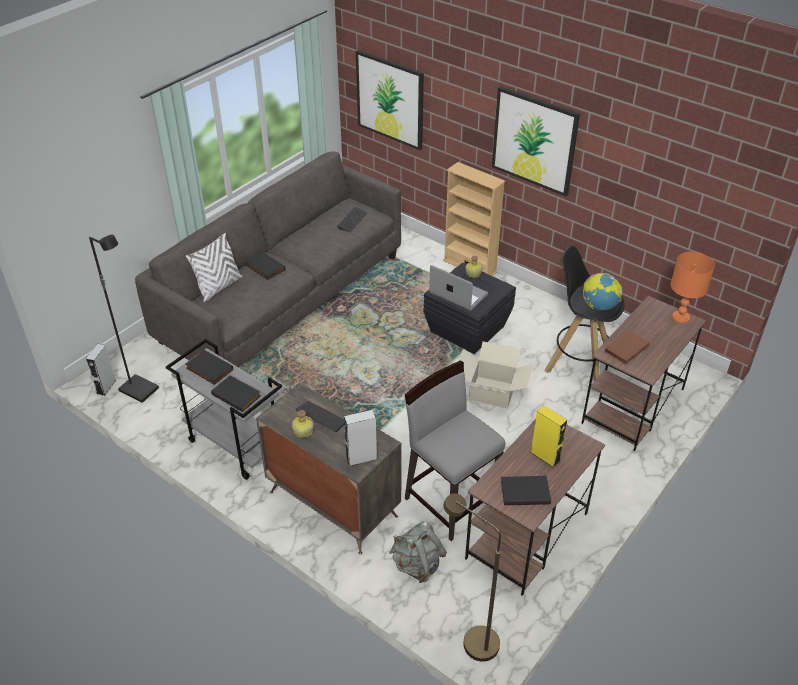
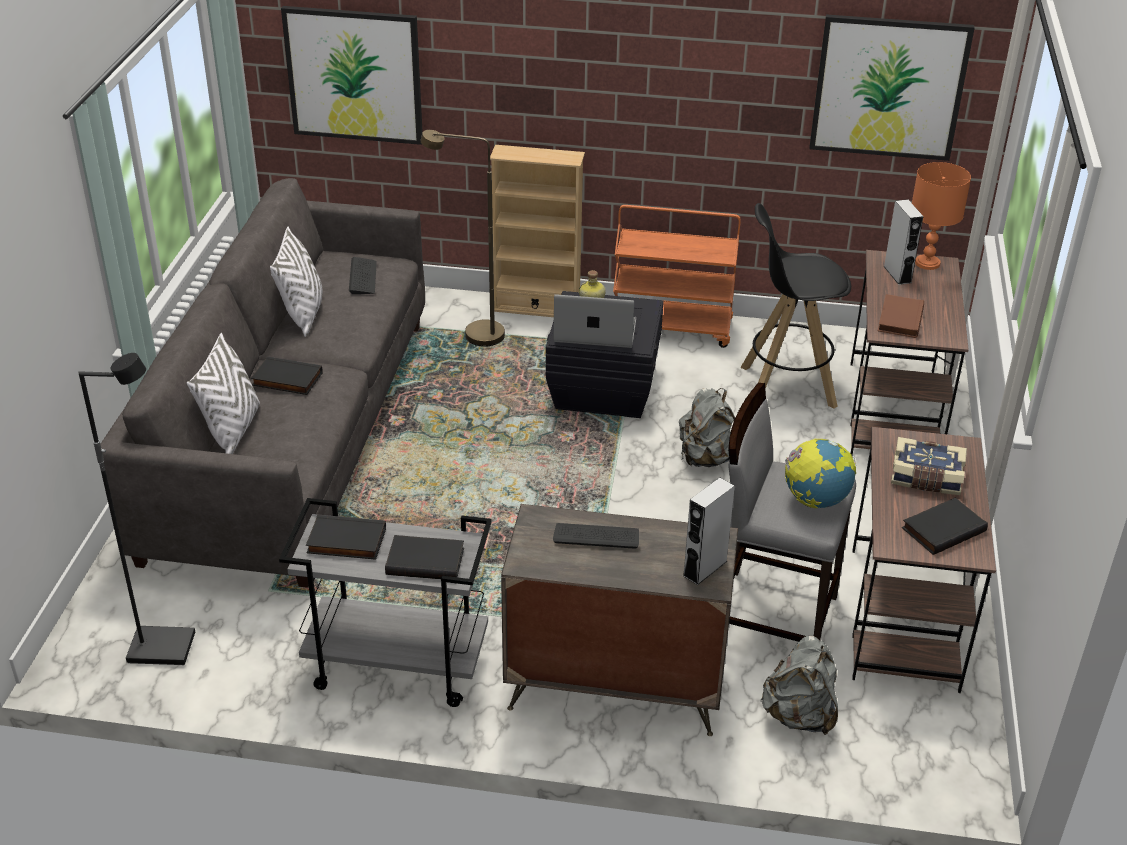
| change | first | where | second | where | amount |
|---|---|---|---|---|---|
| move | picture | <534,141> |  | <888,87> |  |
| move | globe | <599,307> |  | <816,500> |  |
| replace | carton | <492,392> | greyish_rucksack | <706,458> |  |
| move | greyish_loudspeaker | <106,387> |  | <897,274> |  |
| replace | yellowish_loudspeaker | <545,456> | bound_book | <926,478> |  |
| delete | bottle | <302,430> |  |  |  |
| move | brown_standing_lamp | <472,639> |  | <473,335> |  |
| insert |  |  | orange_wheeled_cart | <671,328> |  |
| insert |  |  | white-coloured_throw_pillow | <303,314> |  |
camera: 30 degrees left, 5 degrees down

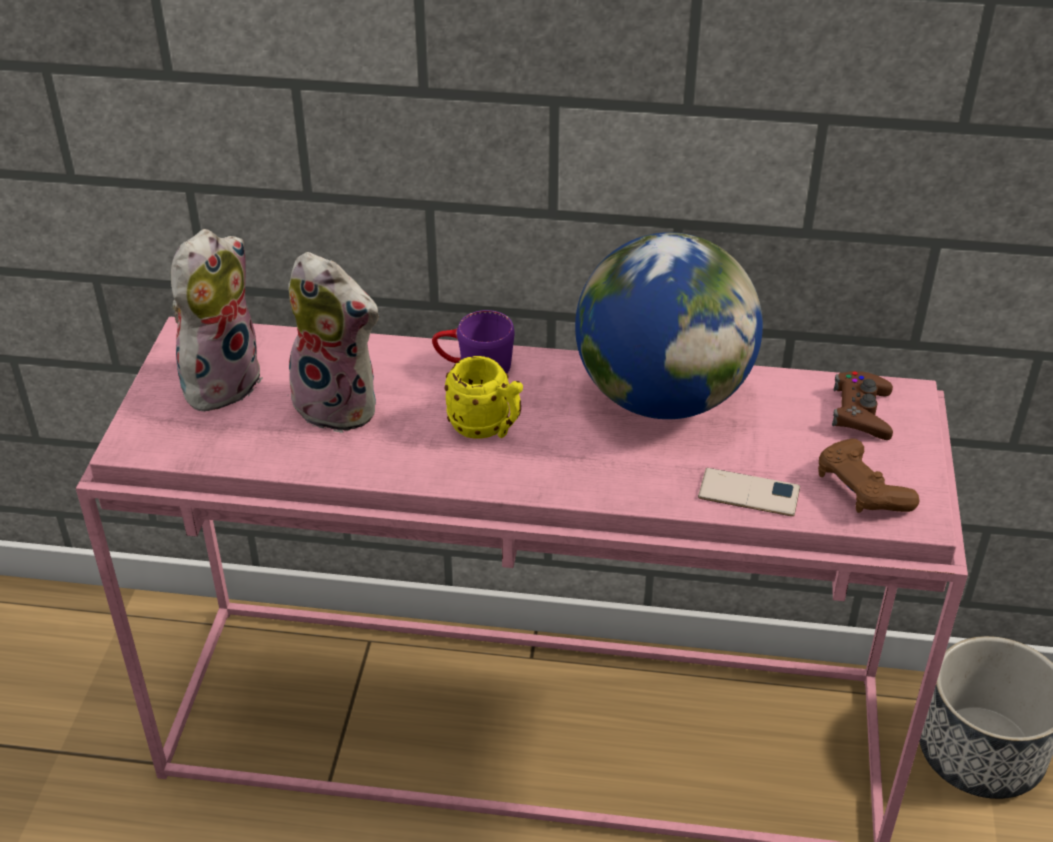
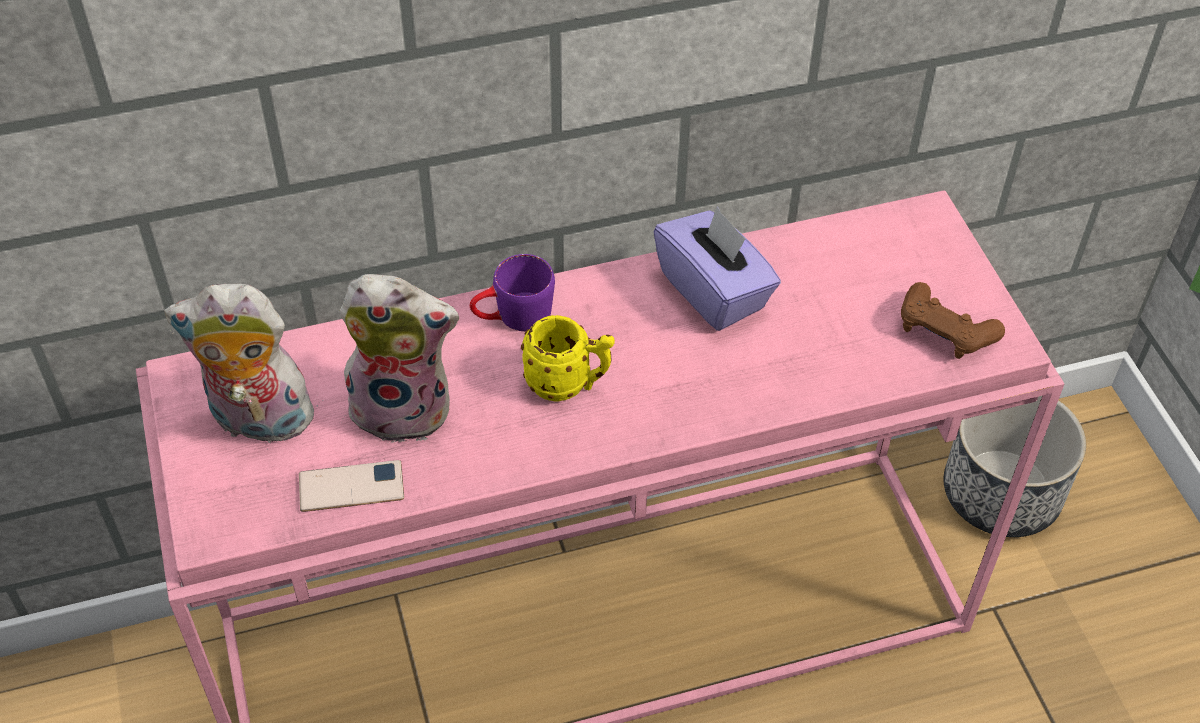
| change | first | where | second | where | amount |
|---|---|---|---|---|---|
| rotate | cuddly_toy | <220,381> |  | <257,421> | 90 degrees counterclockwise |
| replace | globe | <662,397> | purple-coloured_tissue_holder | <714,291> |  |
| delete | brown_game_controller | <861,412> |  |  |  |
| move | telephone | <749,493> |  | <351,487> |  |
camera: 25 degrees left, 10 degrees up

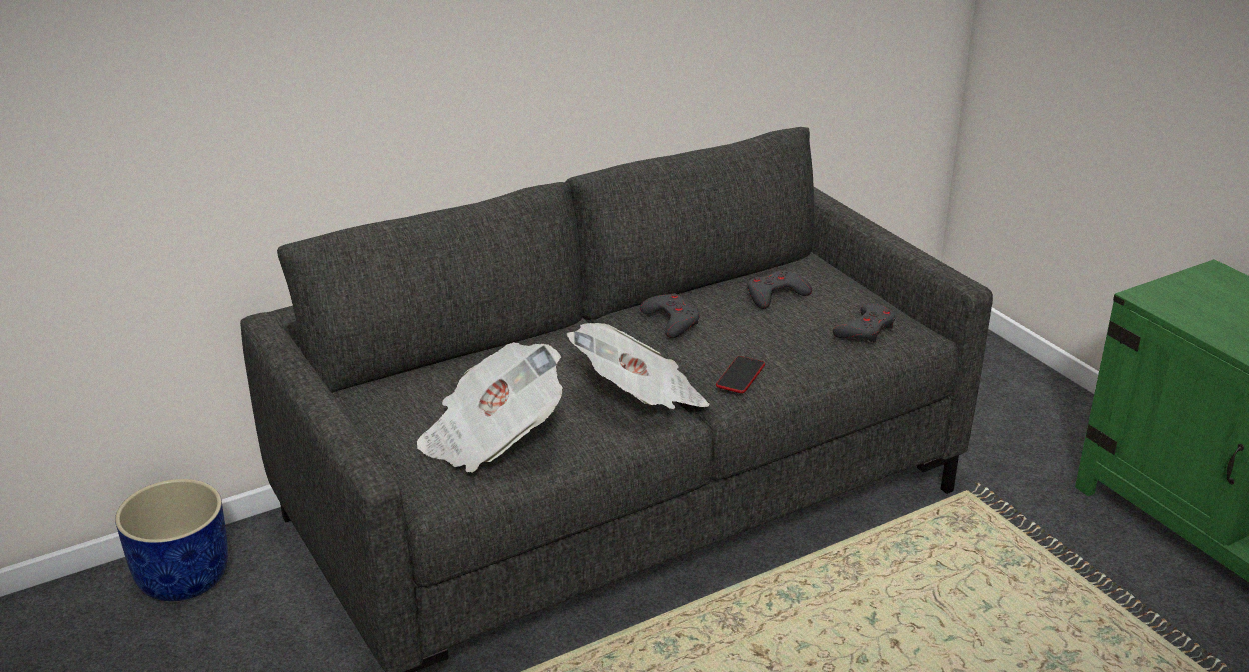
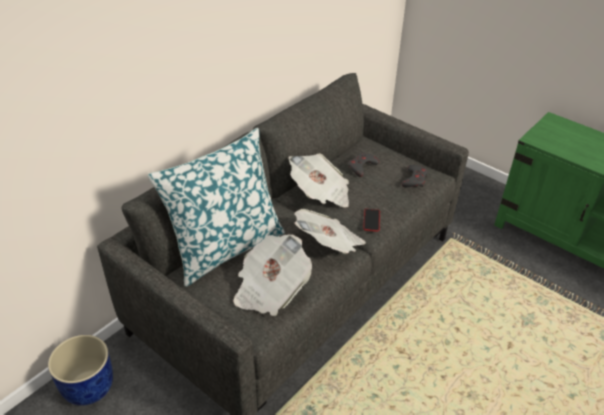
| change | first | where | second | where | amount |
|---|---|---|---|---|---|
| replace | greyish_game_controller | <671,321> | daily_paper | <320,193> |  |
| insert |  |  | throw_pillow | <225,247> |  |
camera: 20 degrees left, 10 degrees up

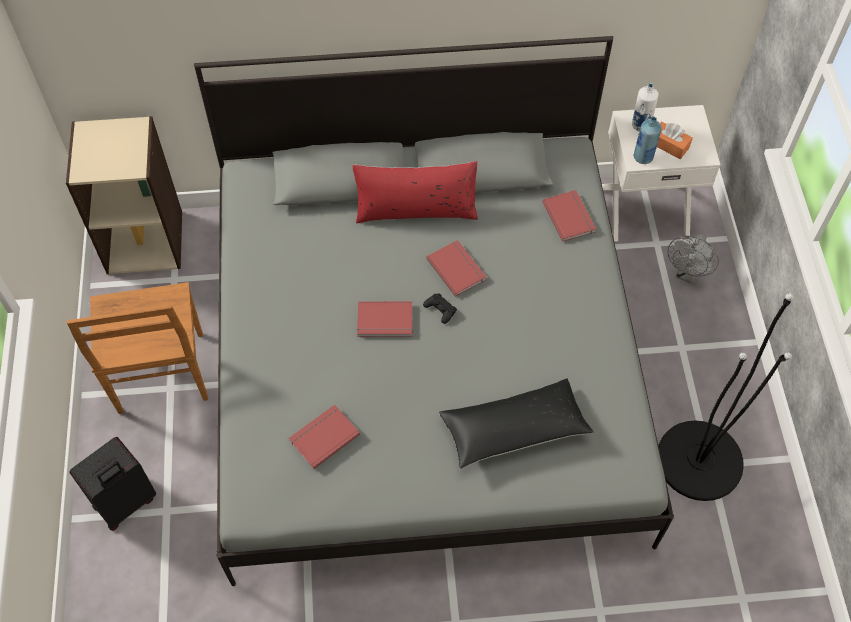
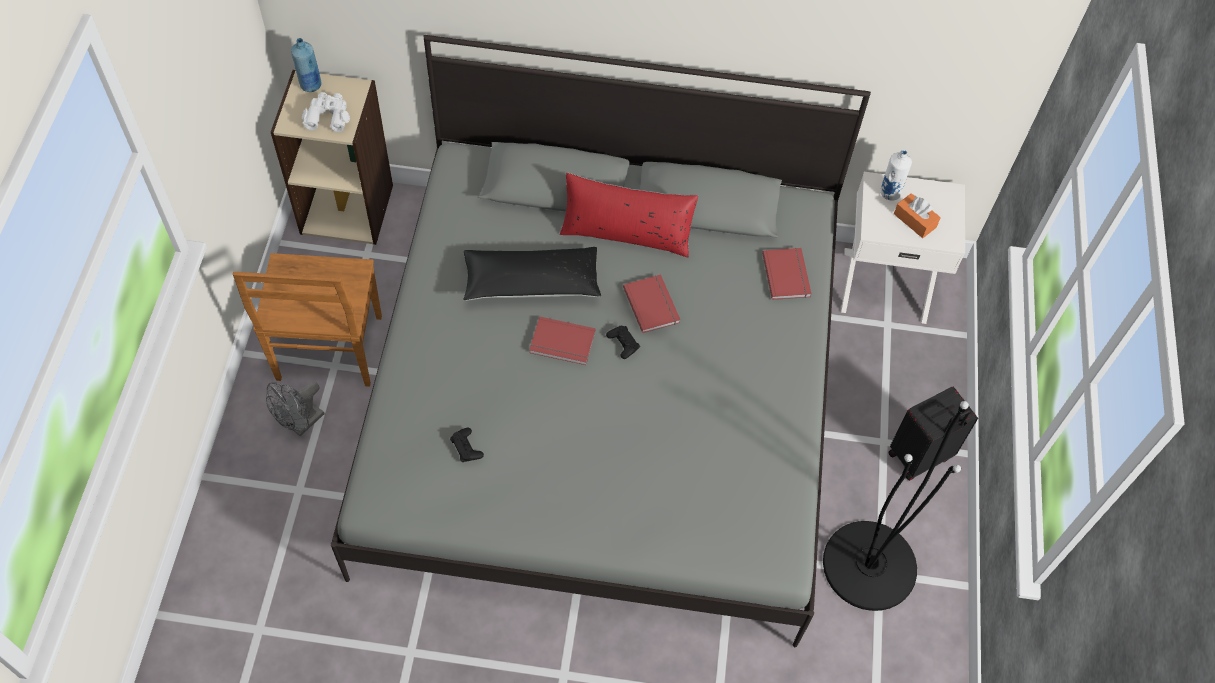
| change | first | where | second | where | amount |
|---|---|---|---|---|---|
| move | blue-coloured_bottle | <643,157> |  | <310,85> |  |
| move | greyish_cooling_fan | <687,274> |  | <301,424> |  |
| move | blackish_throw_pillow | <514,429> |  | <531,282> |  |
| replace | red-coloured_bound_book | <323,436> | blackish_game_controller | <466,447> |  |
| move | blackish_travel_case | <126,503> |  | <920,457> |  |
| insert |  |  | white-coloured_field_glasses | <327,115> |  |
camera: 10 degrees right, 0 degrees up

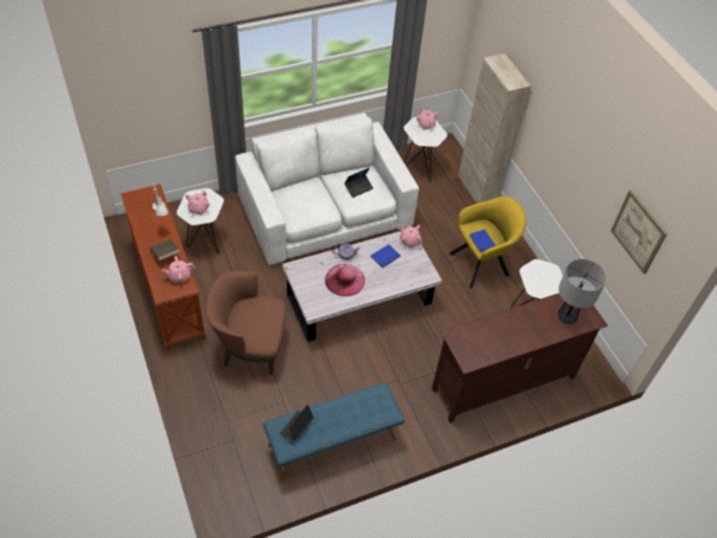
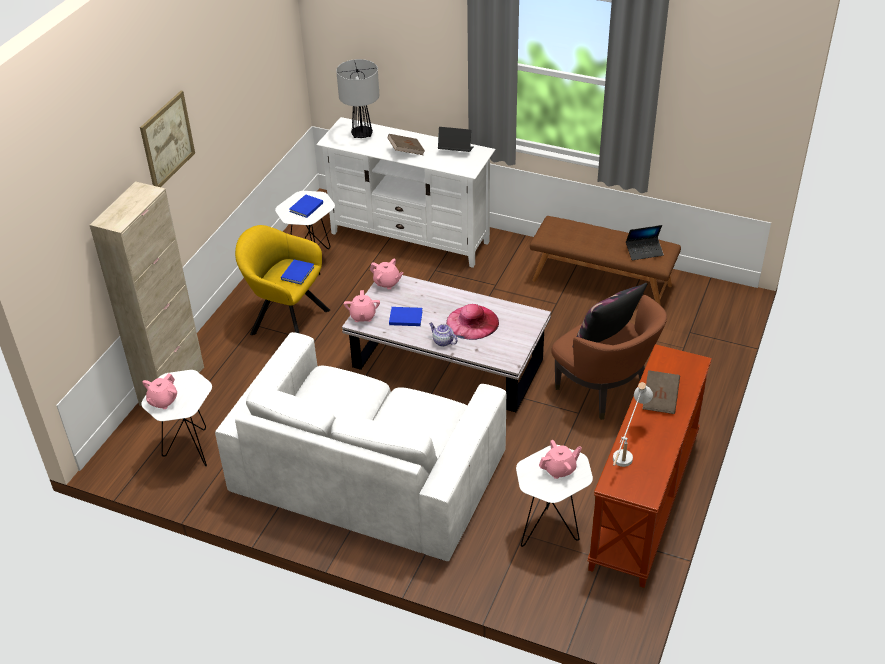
| change | first | where | second | where | amount |
|---|---|---|---|---|---|
| move | portable_computer | <358,188> |  | <455,151> |  |
| move | picture | <638,232> |  | <167,140> |  |
| move | pinkish_tea_pot | <179,276> |  | <387,283> |  |
| recolor | brown_tv_unit | <503,384> | white-coloured_tv_unit | <410,237> |  |
| recolor | blue-coloured_indoor_bench | <333,443> | brown_indoor_bench | <602,282> |  |
| insert |  |  | brown_bound_book | <406,151> |  |
| insert |  |  | blue-coloured_bound_book | <305,207> |  |
| insert |  |  | throw_pillow | <605,339> |  |
camera: 130 degrees left, 10 degrees down

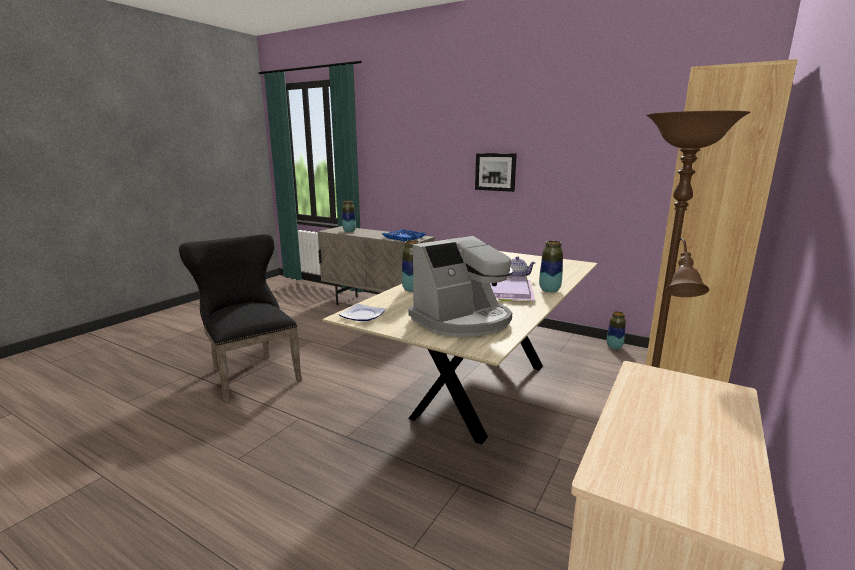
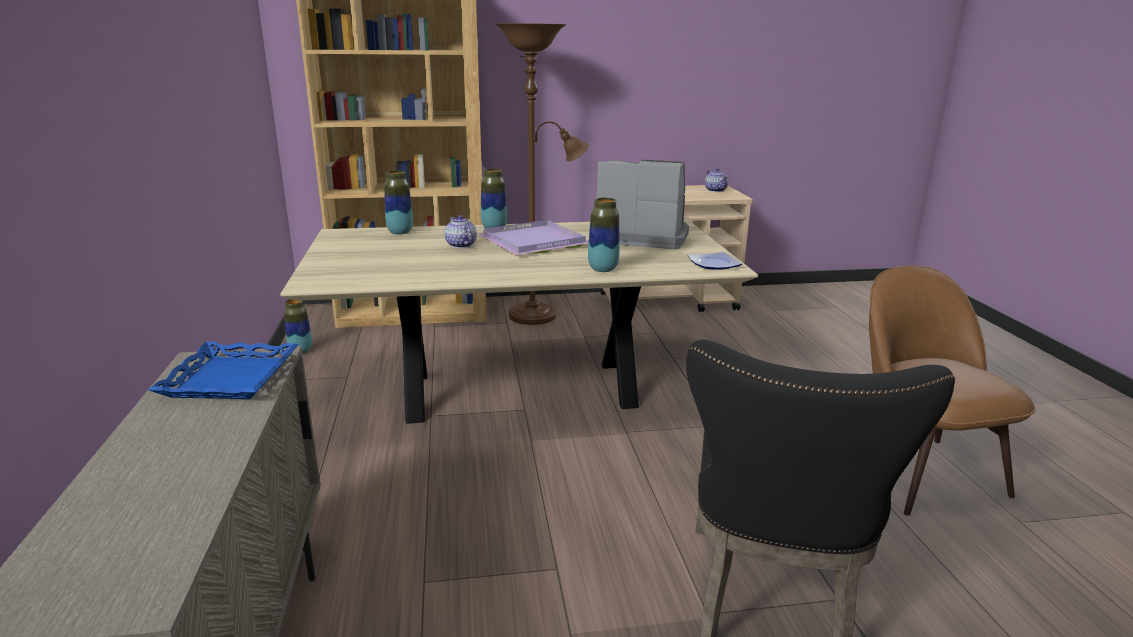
| change | first | where | second | where | amount |
|---|---|---|---|---|---|
| delete | picture | <495,172> |  |  |  |
| move | decorative_vase | <349,231> |  | <400,232> |  |
| insert |  |  | tea_pot | <715,190> |  |
| insert |  |  | brown_upright_chair | <918,470> |  |
camera: 130 degrees left, 5 degrees up

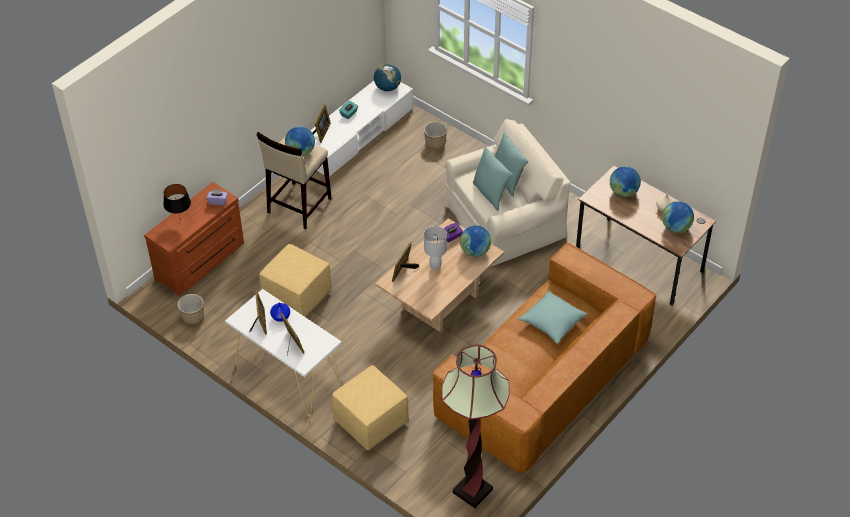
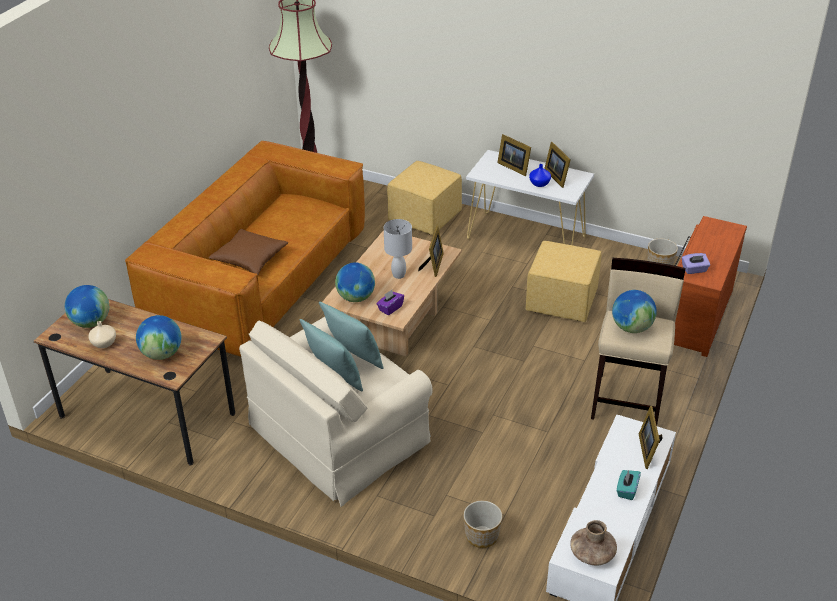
| change | first | where | second | where | amount |
|---|---|---|---|---|---|
| replace | globe | <387,87> | brown_decorative_vase | <592,554> |  |
| delete | blackish_lamp_for_a_table | <180,220> |  |  |  |
| recolor | blue-green_throw_pillow | <552,322> | brown_throw_pillow | <249,259> |  |
camera: 165 degrees right, 10 degrees down

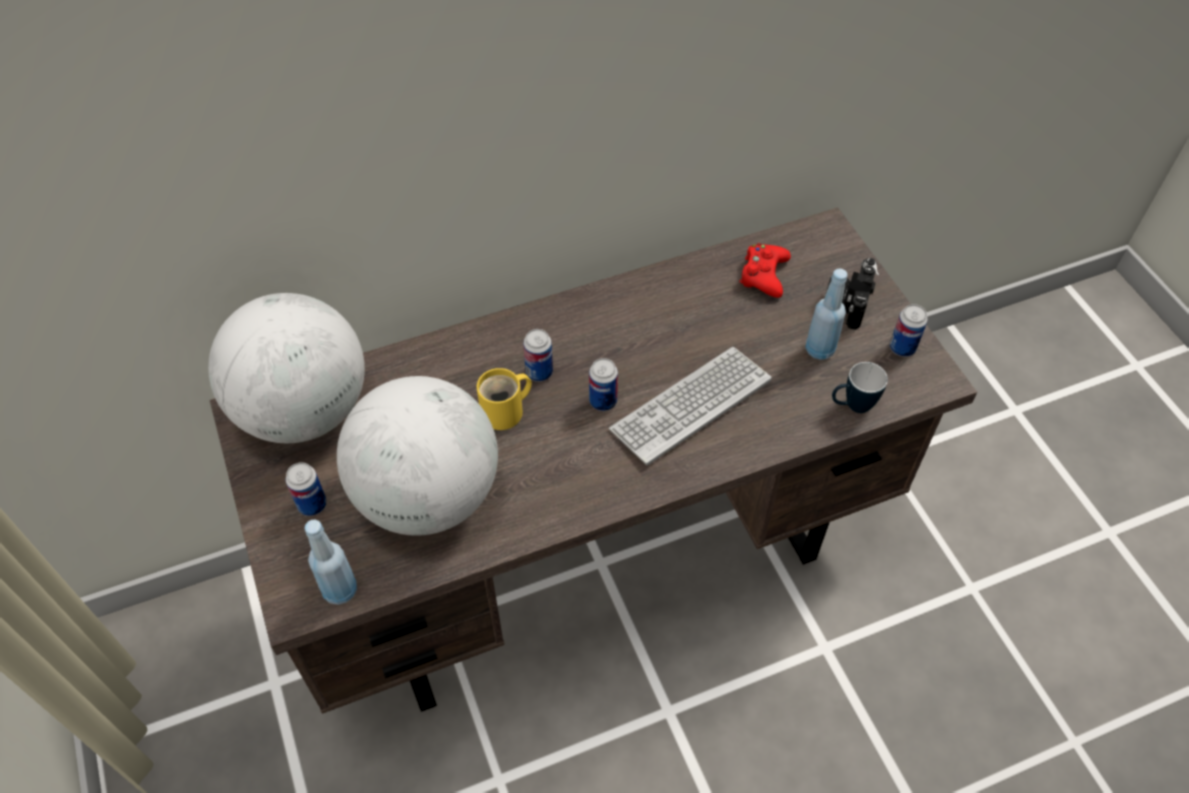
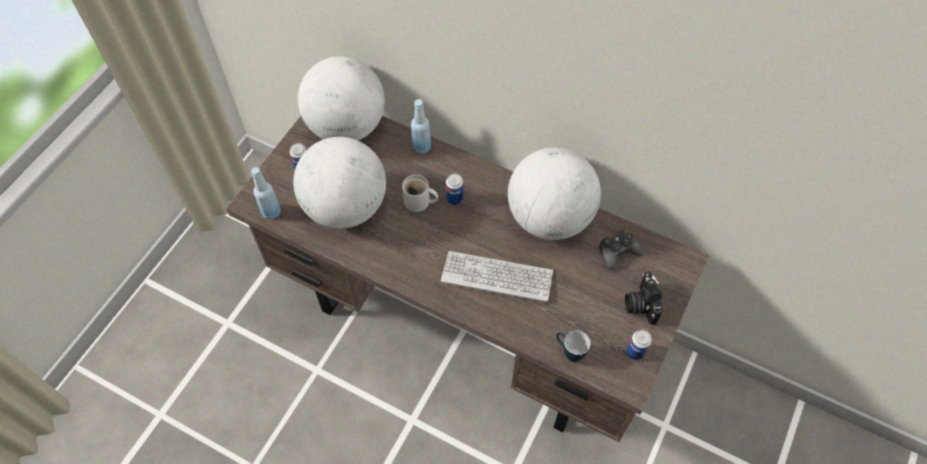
| change | first | where | second | where | amount |
|---|---|---|---|---|---|
| recolor | red-coloured_game_controller | <763,275> | blackish_game_controller | <618,252> |  |
| rotate | still_camera | <846,302> |  | <640,304> | 75 degrees counterclockwise |
| move | blue-coloured_bottle | <819,349> |  | <422,147> |  |
| delete | sealed_can | <603,401> |  |  |  |
| recolor | yellowish_tea_mug | <506,411> | white-coloured_tea_mug | <419,202> |  |
| insert |  |  | globe | <549,218> |  |
camera: 50 degrees right, 5 degrees up

